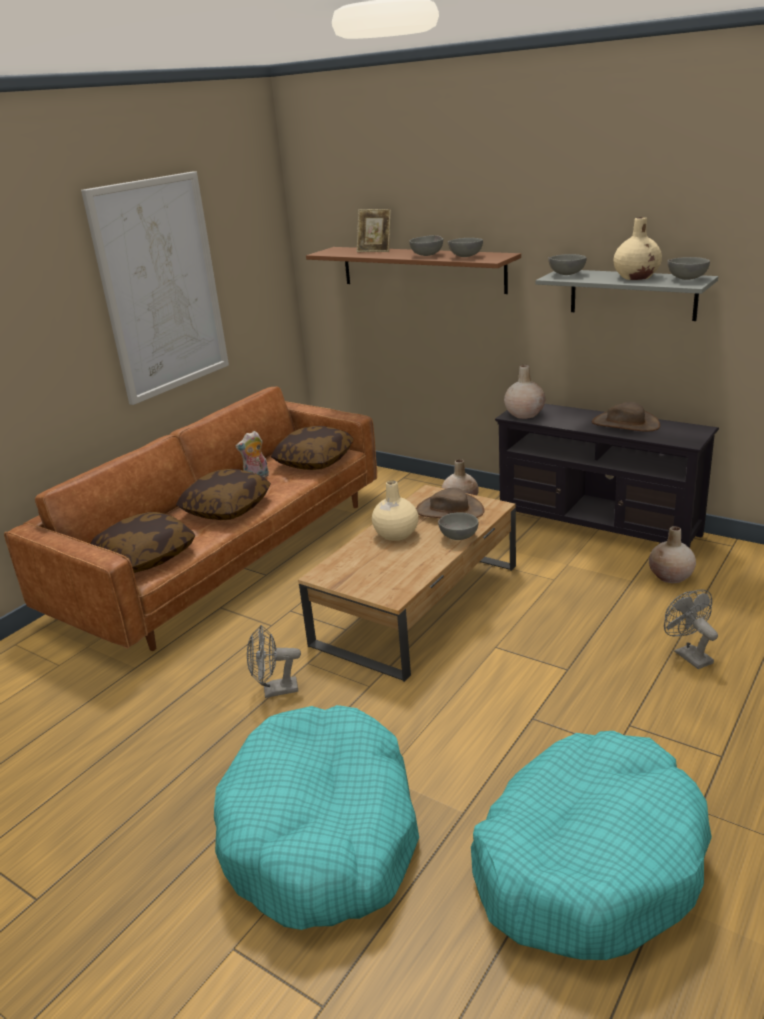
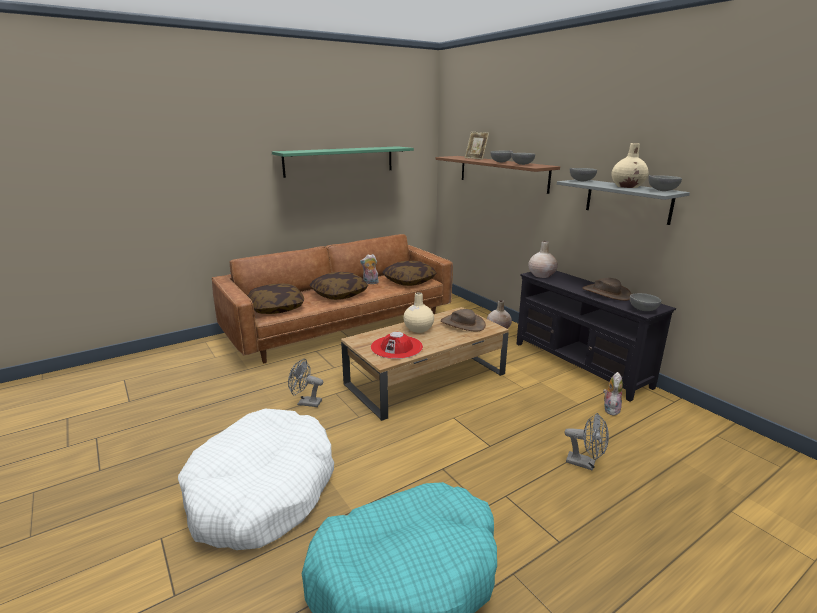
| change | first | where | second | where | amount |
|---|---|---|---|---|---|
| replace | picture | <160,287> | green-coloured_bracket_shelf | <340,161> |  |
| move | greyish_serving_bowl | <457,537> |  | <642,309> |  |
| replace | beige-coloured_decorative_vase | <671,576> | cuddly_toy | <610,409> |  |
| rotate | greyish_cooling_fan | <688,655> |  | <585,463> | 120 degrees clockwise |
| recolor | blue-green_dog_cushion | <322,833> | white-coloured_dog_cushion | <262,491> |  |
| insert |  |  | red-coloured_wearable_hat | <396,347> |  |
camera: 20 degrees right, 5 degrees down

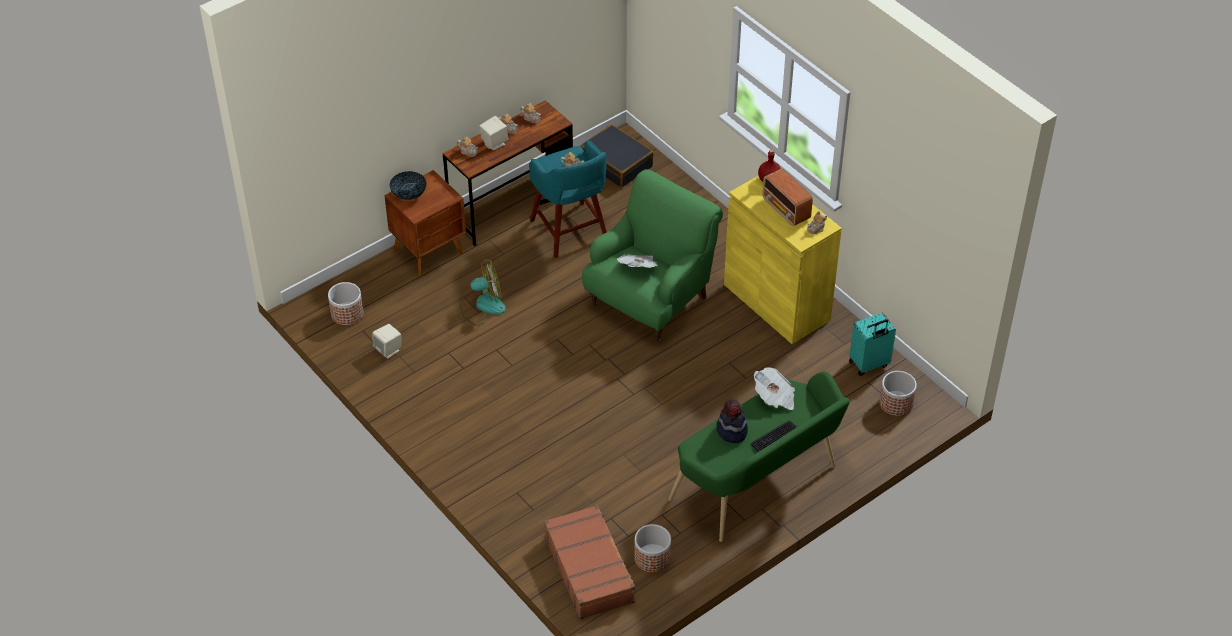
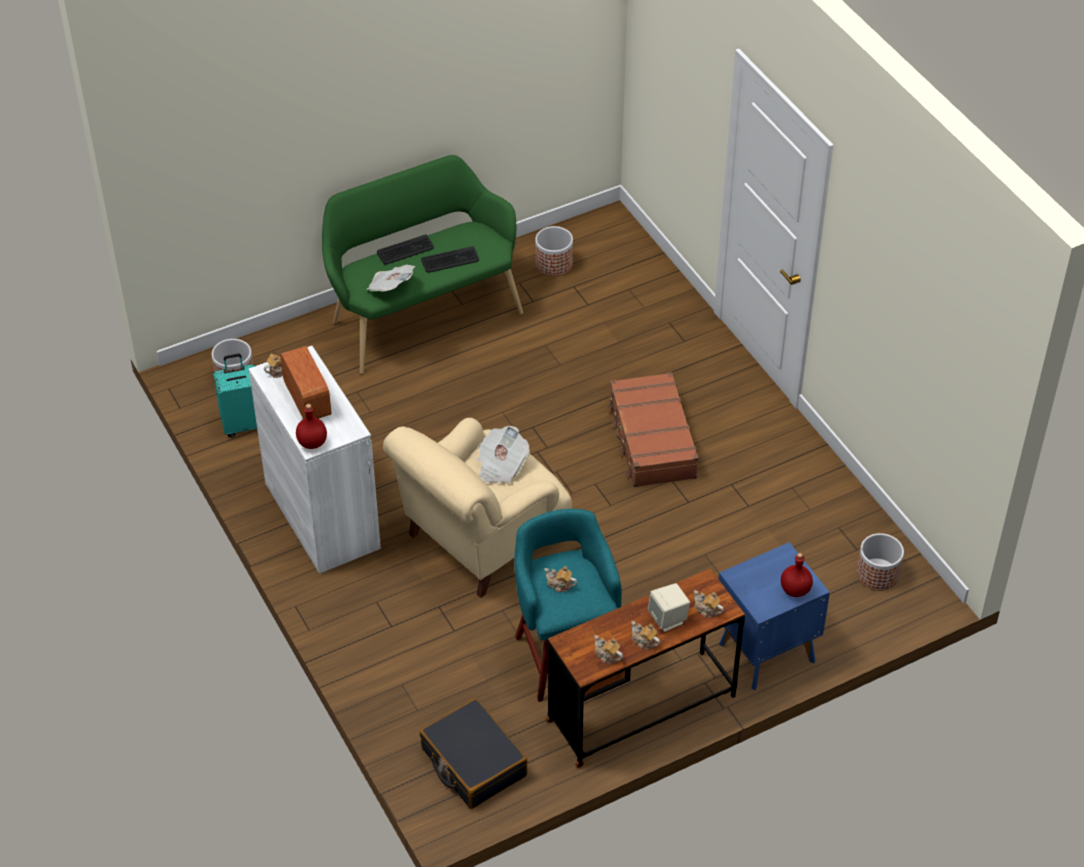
| change | first | where | second | where | amount |
|---|---|---|---|---|---|
| recolor | green-coloured_easy_chair | <651,300> | beige-coloured_easy_chair | <480,540> |  |
| recolor | brown_nightstand | <429,251> | blue-coloured_nightstand | <764,651> |  |
| replace | serving_bowl | <408,193> | red-coloured_bottle | <795,589> |  |
| recolor | yellowish_storage_cabinet | <776,302> | white-coloured_storage_cabinet | <322,515> |  |
| delete | cooling_fan | <483,306> |  |  |  |
| delete | beige-coloured_loudspeaker | <388,350> |  |  |  |
| replace | wearable_hat | <731,431> | computer_keyboard | <450,260> |  |
| move | brown_travel_case | <590,569> |  | <651,440> |  |
camera: 170 degrees left, 0 degrees up

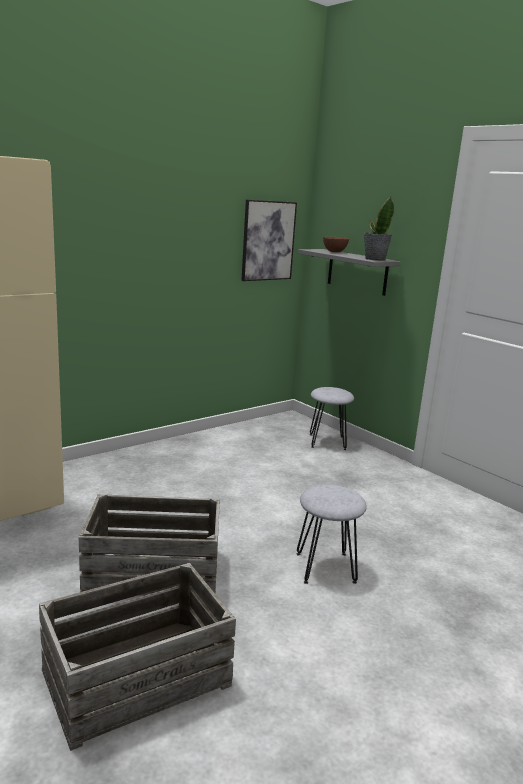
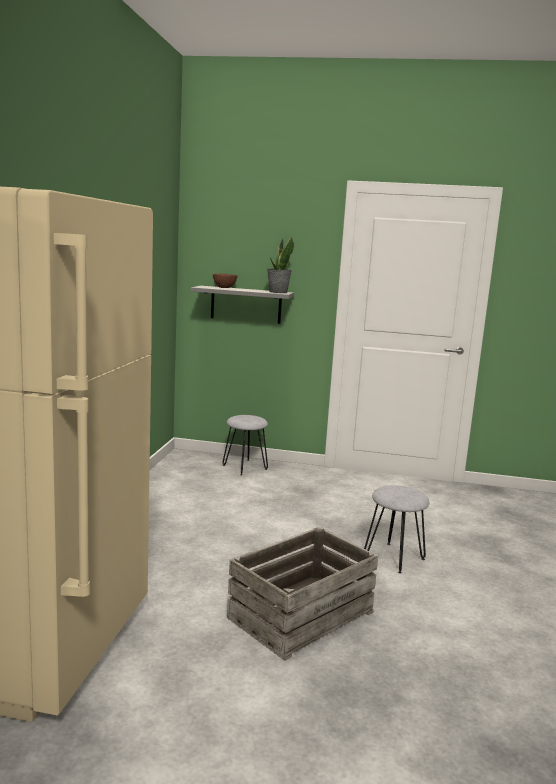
| change | first | where | second | where | amount |
|---|---|---|---|---|---|
| delete | picture | <268,240> |  |  |  |
| delete | packing_crate | <137,679> |  |  |  |
camera: 40 degrees left, 5 degrees down

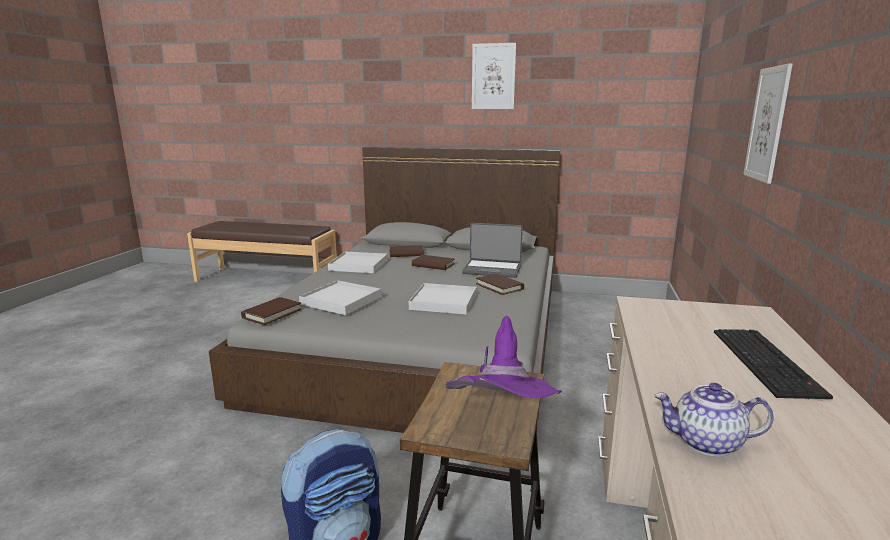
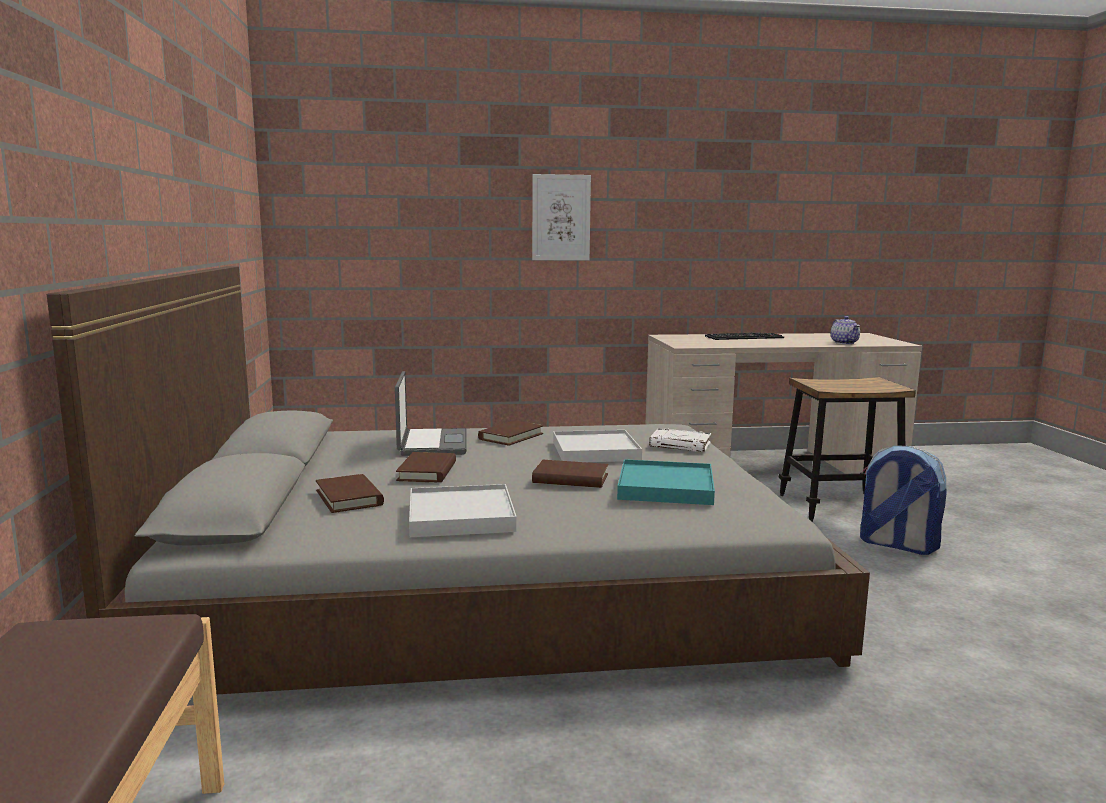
| change | first | where | second | where | amount |
|---|---|---|---|---|---|
| delete | picture | <493,76> |  |  |  |
| recolor | white-coloured_serving_tray | <341,300> | blue-green_serving_tray | <666,487> |  |
| move | brown_bound_book | <272,313> |  | <570,479> |  |
| delete | purple-coloured_wearable_hat | <502,420> |  |  |  |
| insert |  |  | white-coloured_bound_book | <681,445> |  |
camera: 110 degrees left, 5 degrees down

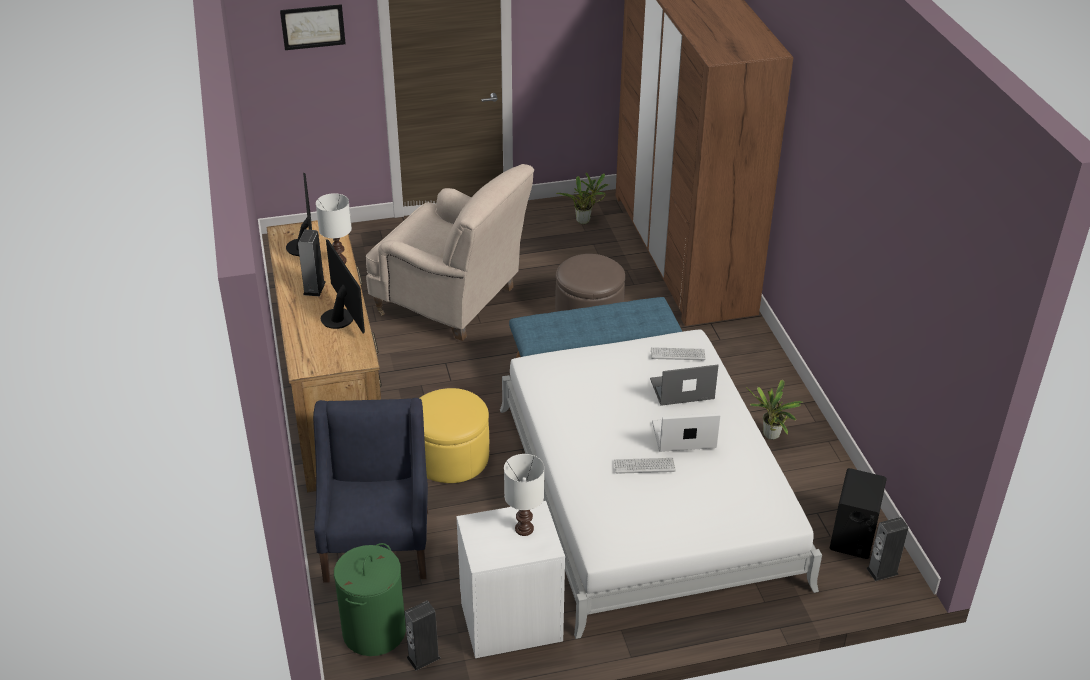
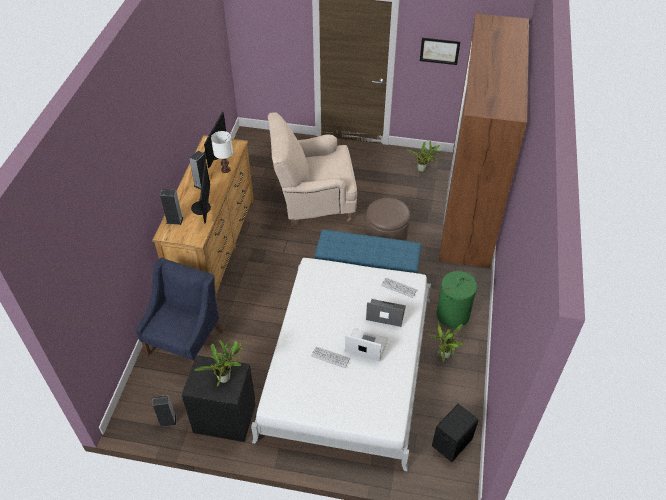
| change | first | where | second | where | amount |
|---|---|---|---|---|---|
| move | picture | <313,27> |  | <439,51> |  |
| rotate | beige-coloured_easy_chair | <452,303> |  | <314,202> | 120 degrees clockwise |
| delete | yellowish_ottoman | <451,457> |  |  |  |
| replace | white-coloured_lamp_for_a_table | <523,528> | potted_plant | <226,377> |  |
| recolor | white-coloured_nightstand | <511,620> | blackish_nightstand | <225,417> |  |
| move | loudspeaker | <882,571> |  | <174,220> |  |
| move | green-coloured_laundry_basket | <374,632> |  | <452,315> |  |
camera: 25 degrees right, 10 degrees up

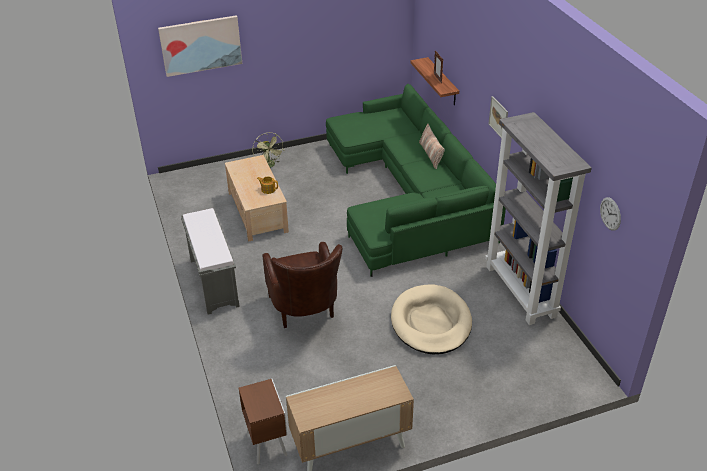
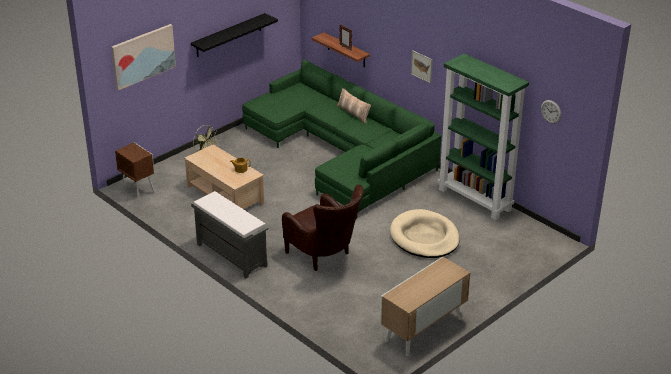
| change | first | where | second | where | amount |
|---|---|---|---|---|---|
| recolor | greyish_bookcase | <521,291> | green-coloured_bookcase | <475,200> |  |
| move | brown_nightstand | <267,443> |  | <138,190> |  |
| insert |  |  | blackish_bracket_shelf | <229,35> |  |
camera: 25 degrees left, 5 degrees down

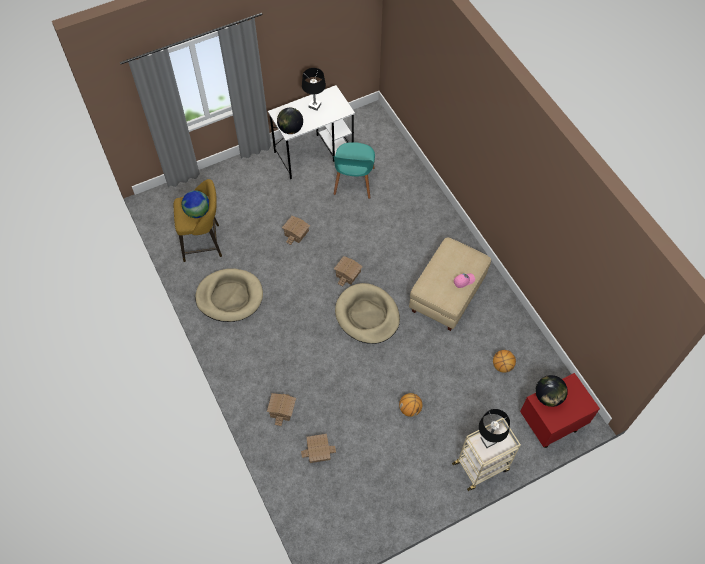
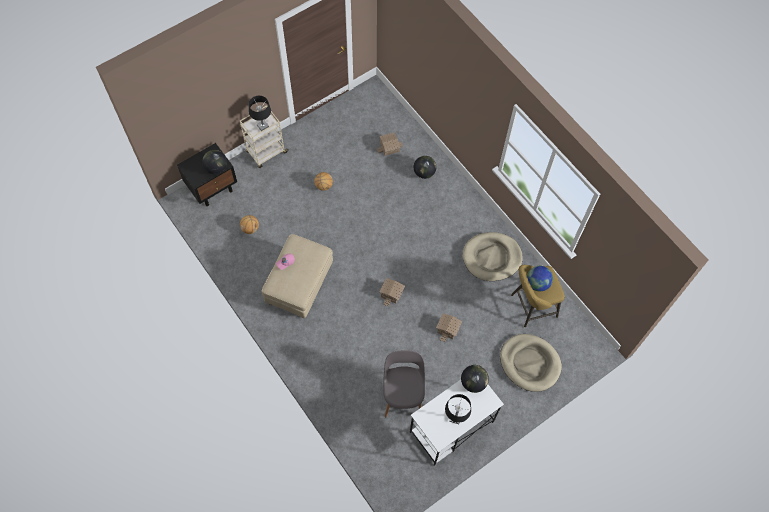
| change | first | where | second | where | amount |
|---|---|---|---|---|---|
| recolor | blue-green_upright_chair | <354,182> | greyish_upright_chair | <403,395> |  |
| move | beige-coloured_dog_cushion | <367,315> |  | <529,363> |  |
| recolor | red-coloured_nightstand | <550,424> | blackish_nightstand | <213,188> |  |
| replace | toy_house | <281,409> | globe | <424,173> |  |
camera: 170 degrees right, 5 degrees up

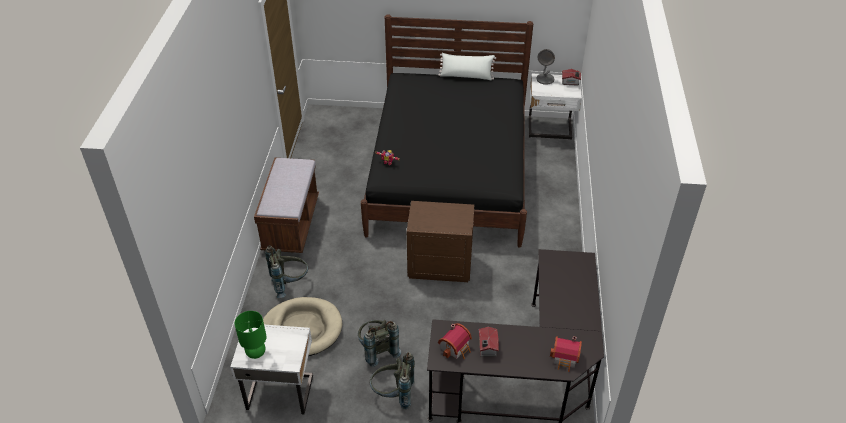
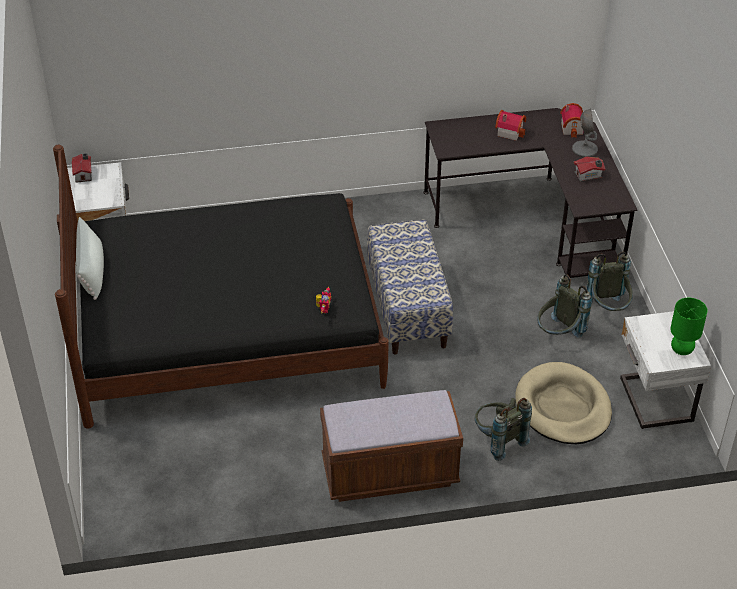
| change | first | where | second | where | amount |
|---|---|---|---|---|---|
| move | greyish_lamp_for_a_table | <545,79> |  | <584,149> |  |
| replace | brown_nightstand | <440,265> | indoor_bench | <407,308> |  |
| move | toy_house | <456,347> |  | <509,131> |  |
camera: 105 degrees left, 0 degrees up

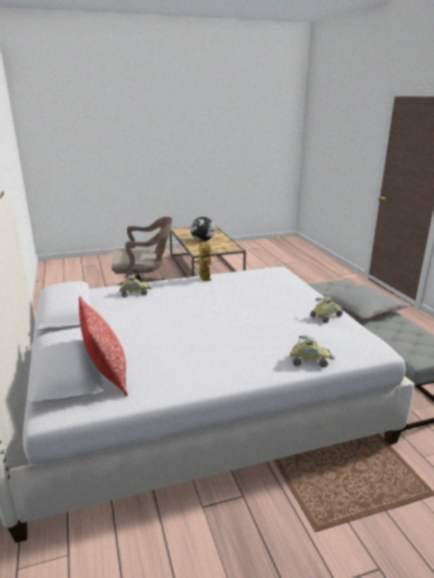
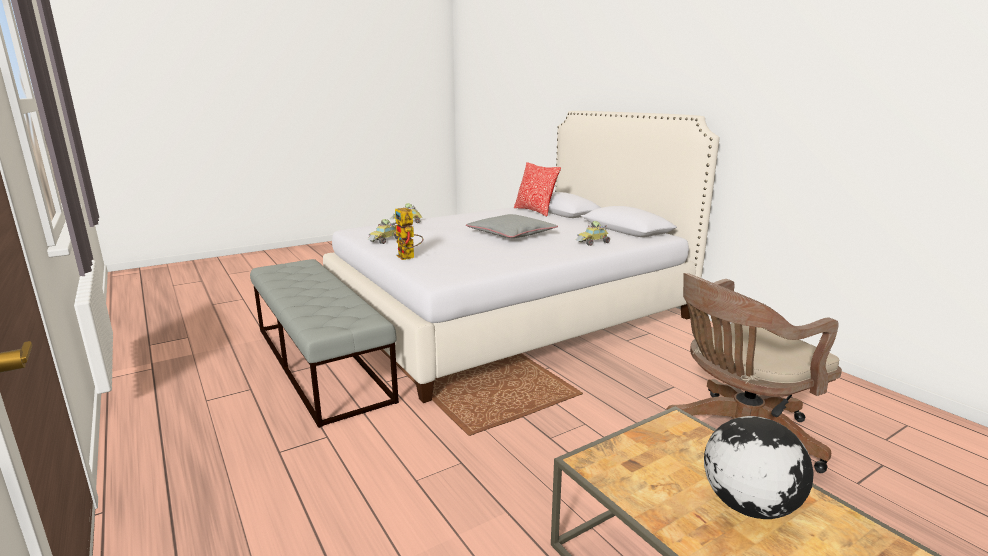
| change | first | where | second | where | amount |
|---|---|---|---|---|---|
| move | toy_robot | <202,277> |  | <409,257> |  |
| move | greyish_throw_pillow | <363,307> |  | <511,234> |  |
camera: 165 degrees right, 5 degrees down

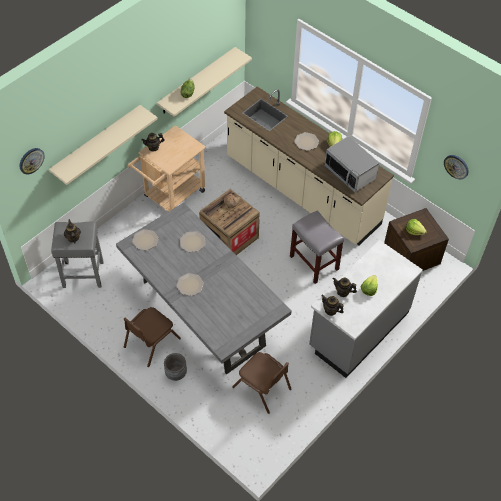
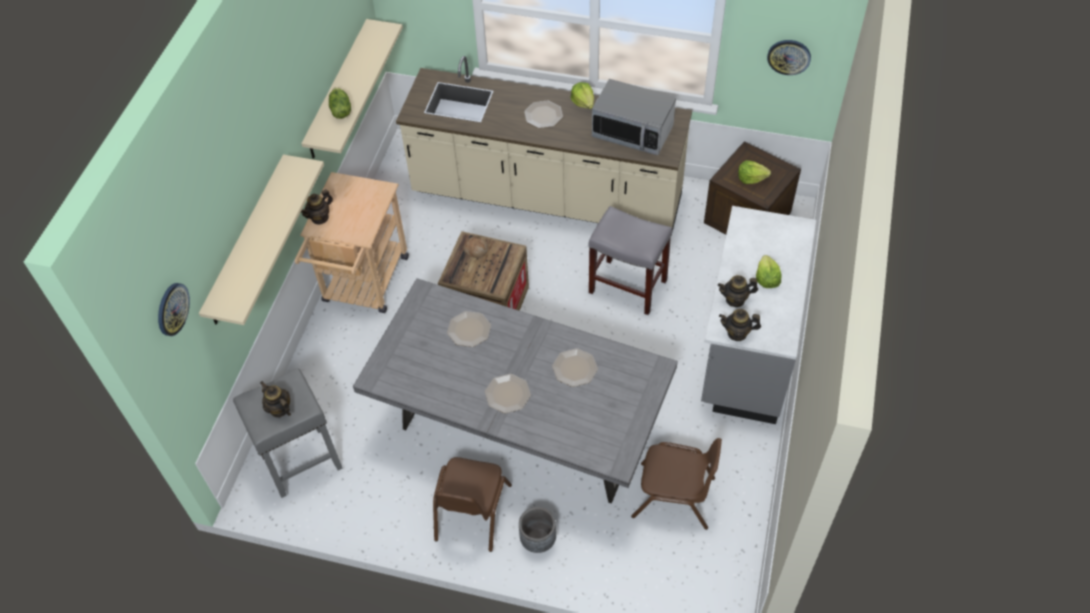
| change | first | where | second | where | amount |
|---|---|---|---|---|---|
| move | flat_dish | <145,240> |  | <575,368> |  |
camera: 25 degrees left, 0 degrees up

